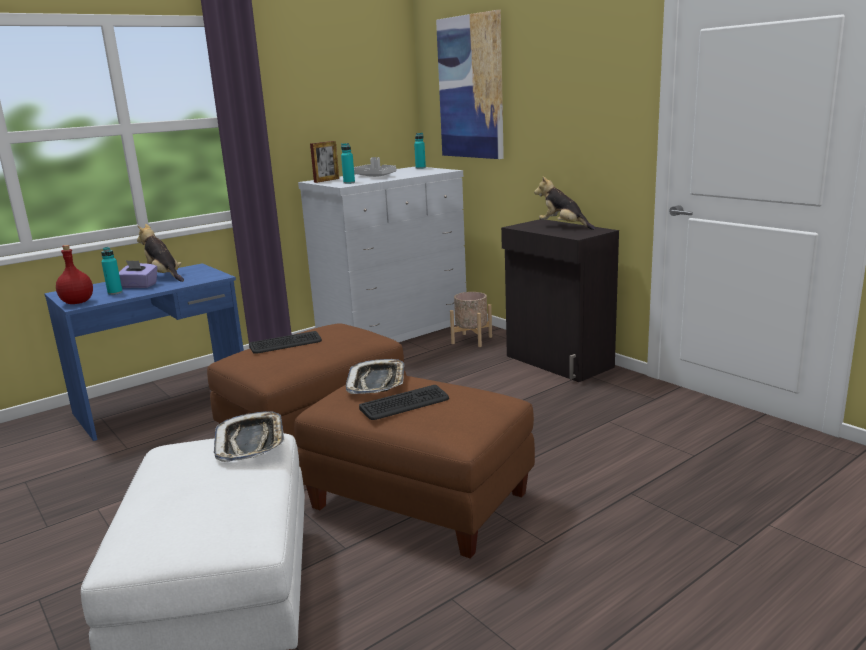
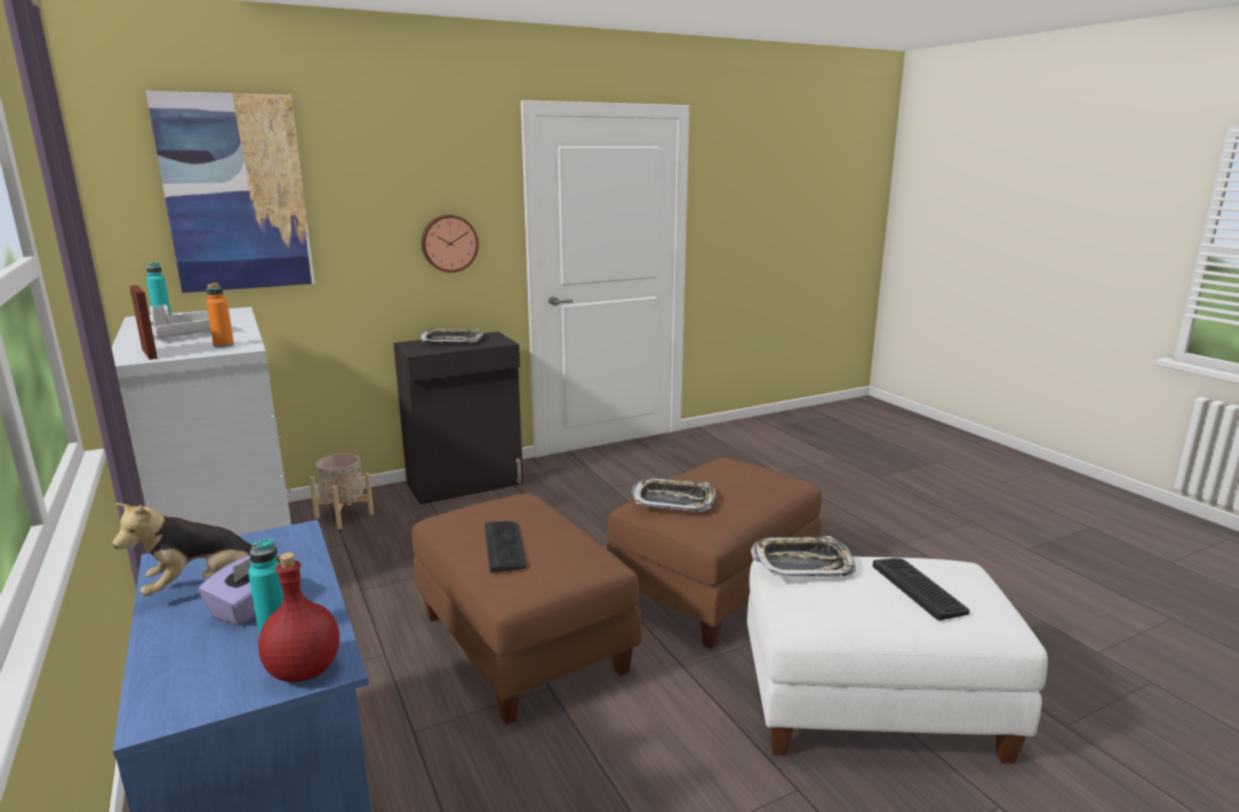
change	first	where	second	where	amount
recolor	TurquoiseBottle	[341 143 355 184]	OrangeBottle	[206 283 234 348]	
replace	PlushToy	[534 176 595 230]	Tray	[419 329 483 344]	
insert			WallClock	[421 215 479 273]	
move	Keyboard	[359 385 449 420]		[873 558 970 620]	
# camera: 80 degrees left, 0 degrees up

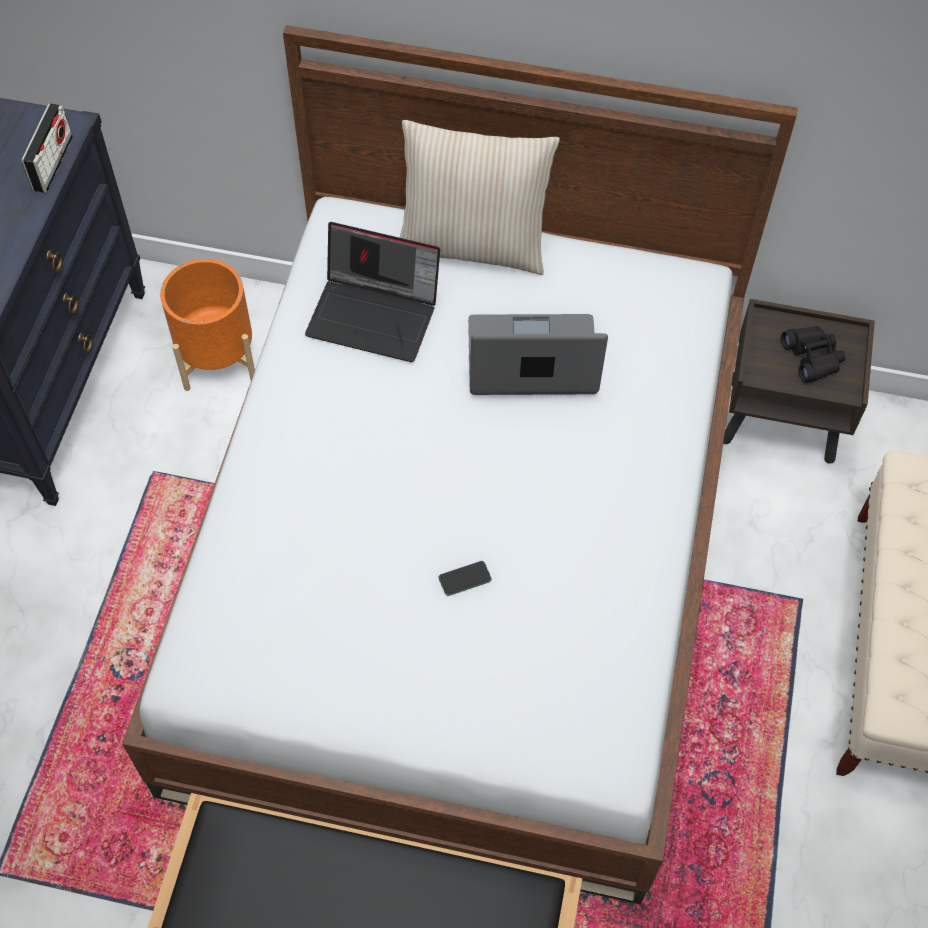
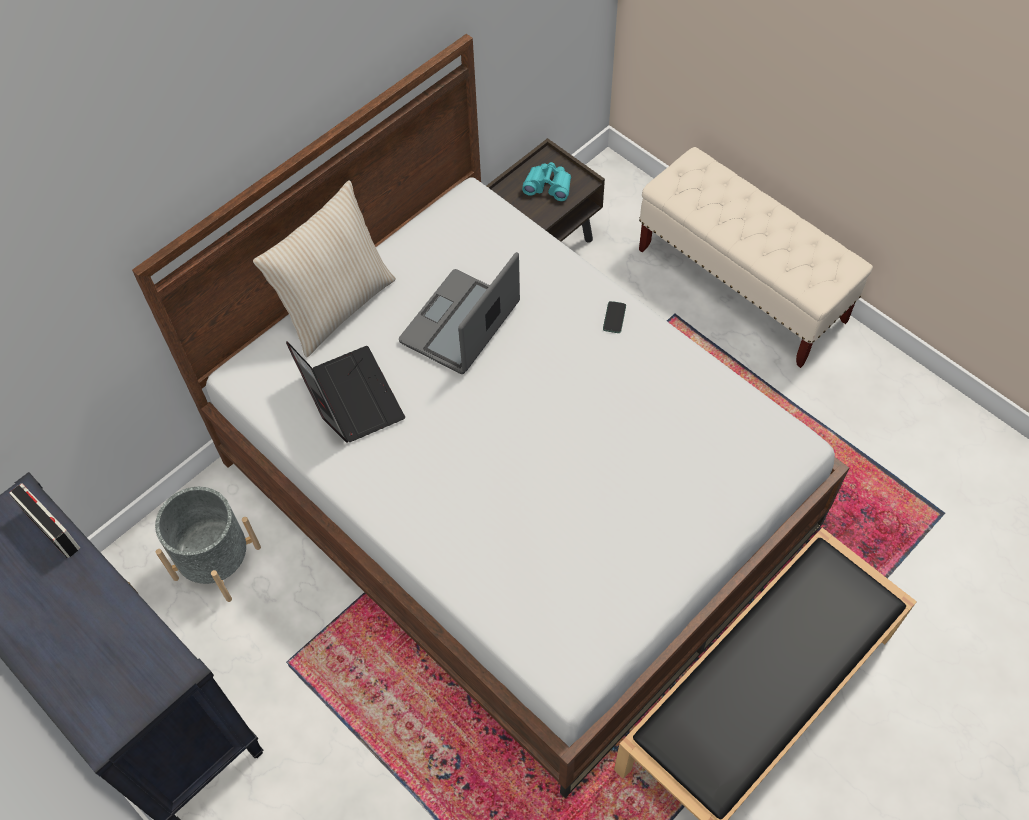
change	first	where	second	where	amount
recolor	OrangePlanter	[160 259 255 391]	GreyPlanter	[155 487 261 602]	
rotate	Laptop	[305 222 440 362]		[286 341 405 443]	75 degrees counterclockwise
recolor	BlackBinoculars	[781 326 845 383]	TurquoiseBinoculars	[522 162 571 201]	
move	Phone	[438 561 492 596]		[603 301 626 333]	
# camera: 55 degrees left, 0 degrees up

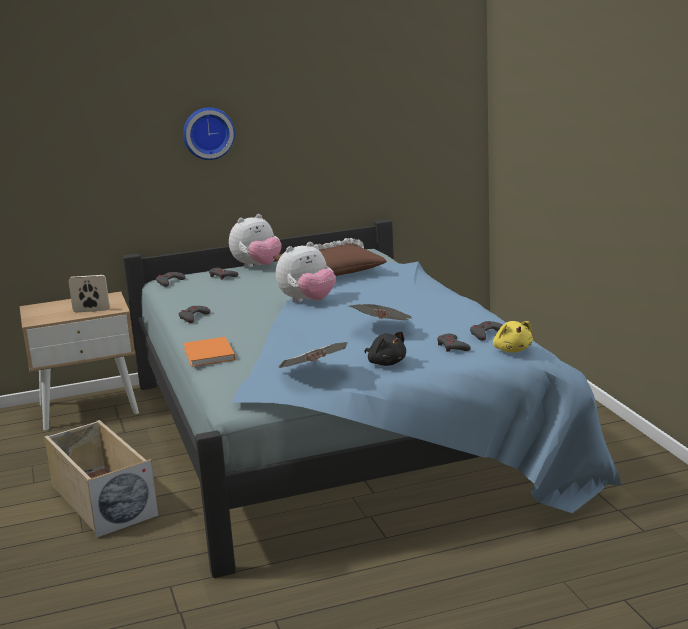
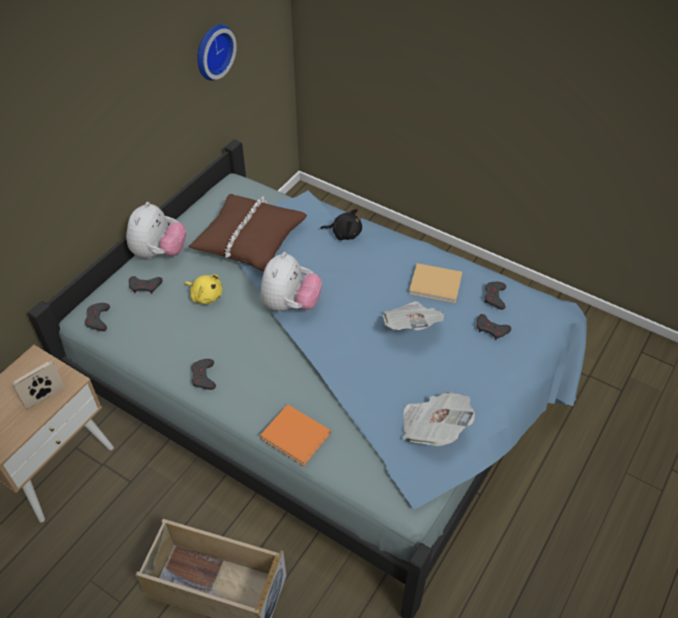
change	first	where	second	where	amount
move	YellowPlushToy	[493 321 533 353]		[185 275 222 304]	
move	WallClock	[183 107 235 160]		[197 24 237 81]	
move	BlackPlushToy	[364 332 406 366]		[320 209 362 240]	
insert			BeigeBook	[409 263 462 303]	
# camera: 40 degrees left, 30 degrees up

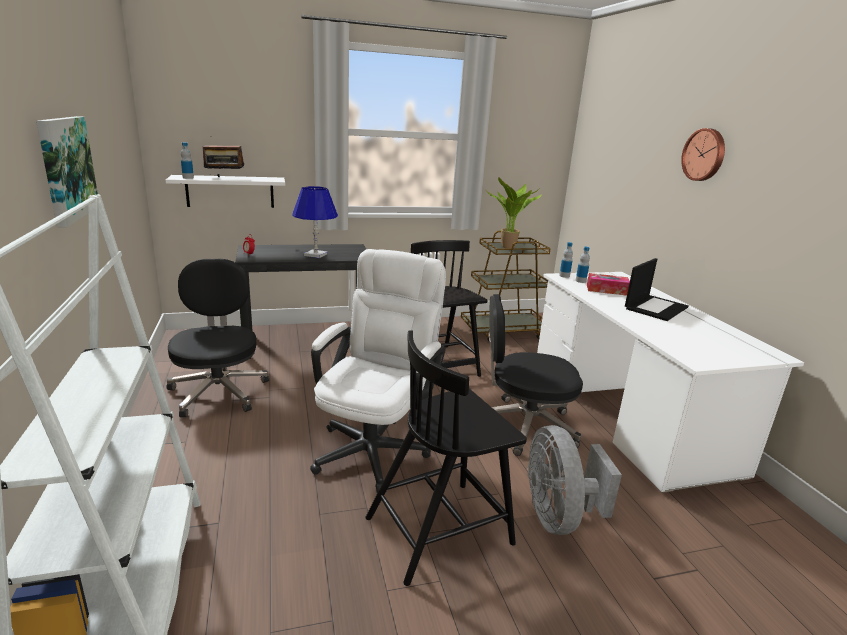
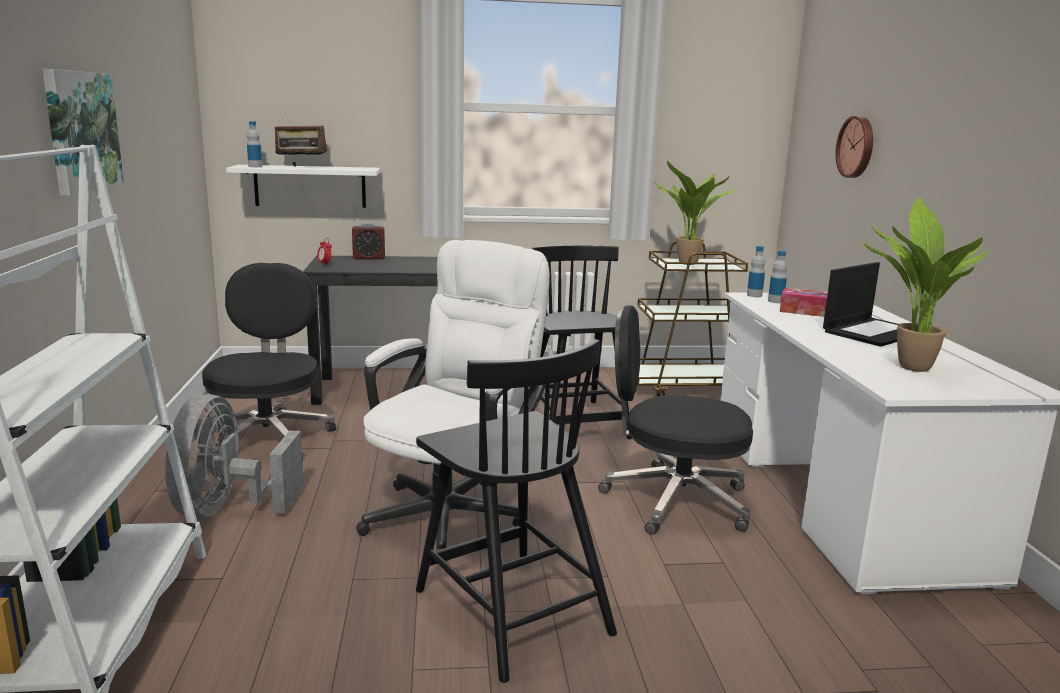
change	first	where	second	where	amount
move	GreyFan	[527 425 622 535]		[165 394 304 519]	
insert			AlarmClock	[352 223 385 259]	
rotate	BlackChair	[365 330 527 586]		[416 339 617 683]	105 degrees counterclockwise
move	WallClock	[681 128 725 181]		[835 116 873 178]	
insert			PottedPlant	[862 197 989 372]	
delete	BlueTableLamp	[292 186 338 258]			
# camera: 10 degrees right, 5 degrees down

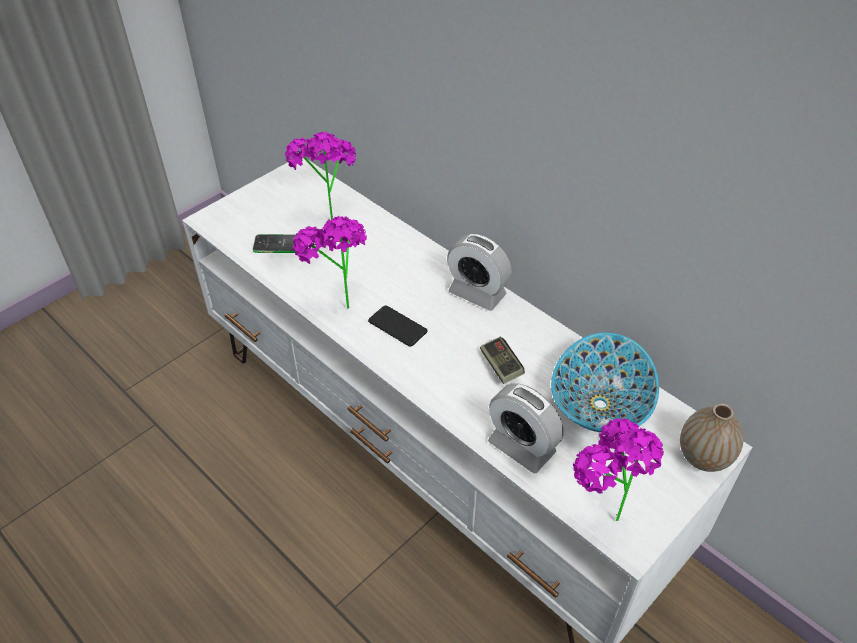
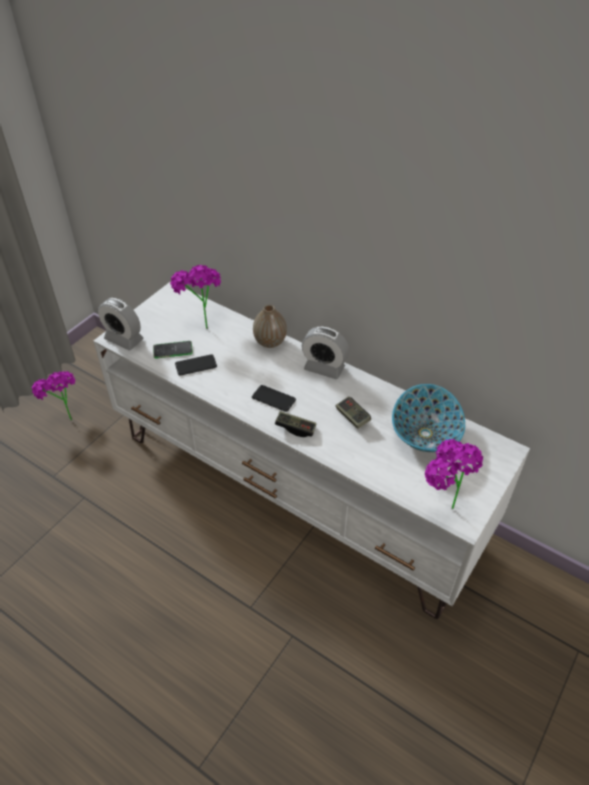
change	first	where	second	where	amount
move	PottedPlant	[293 216 367 308]		[32 371 75 420]	
move	AlarmClock	[488 383 563 473]		[98 298 144 350]	
insert			Phone	[175 354 217 376]	
move	Vase	[680 403 744 472]		[253 304 287 348]	
insert			GameController	[275 411 317 437]	
# camera: 10 degrees left, 0 degrees up

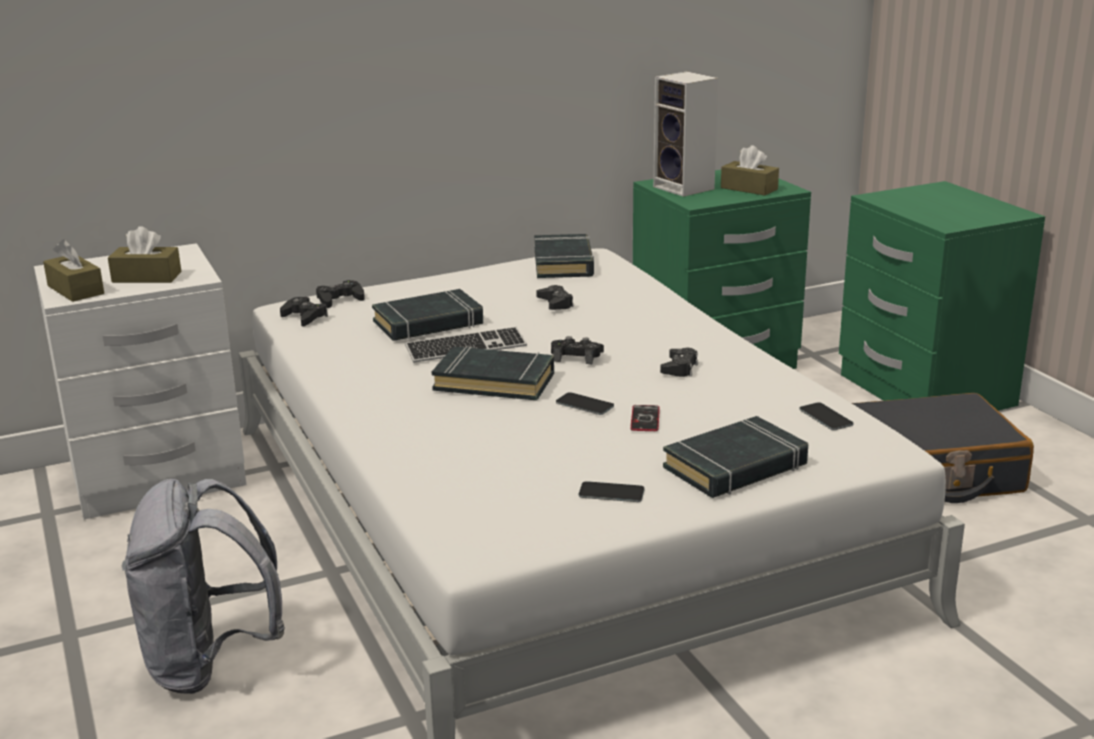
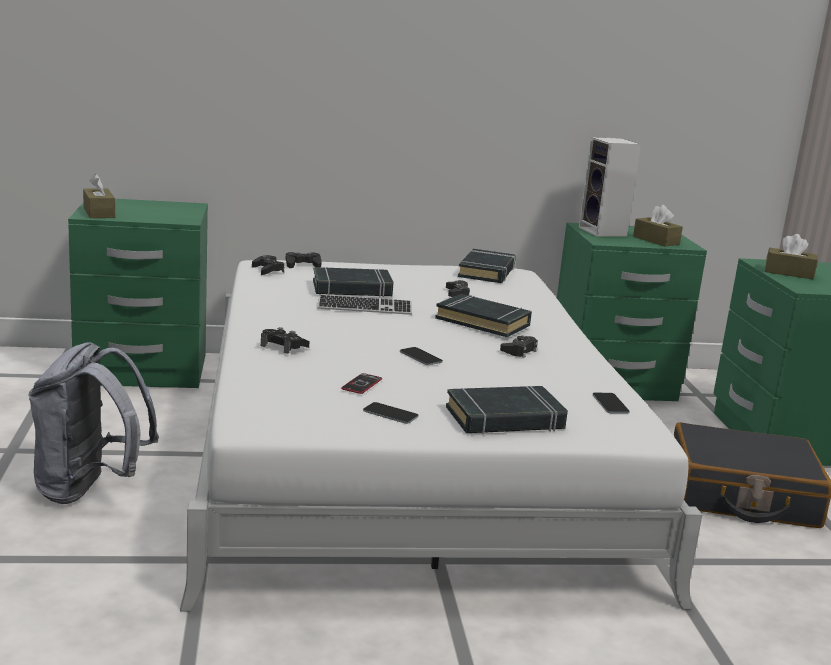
change	first	where	second	where	amount
recolor	WhiteNightstand	[34 243 247 519]	GreenNightstand	[68 199 208 388]	
move	BlackGameController	[551 336 604 364]		[261 327 309 354]	
move	Phone	[631 405 660 431]		[341 373 382 394]	
move	BlackBook	[432 346 554 400]		[435 294 532 337]	
move	BrownTissueBox	[108 226 181 283]		[765 234 818 279]	
# camera: 15 degrees right, 5 degrees down

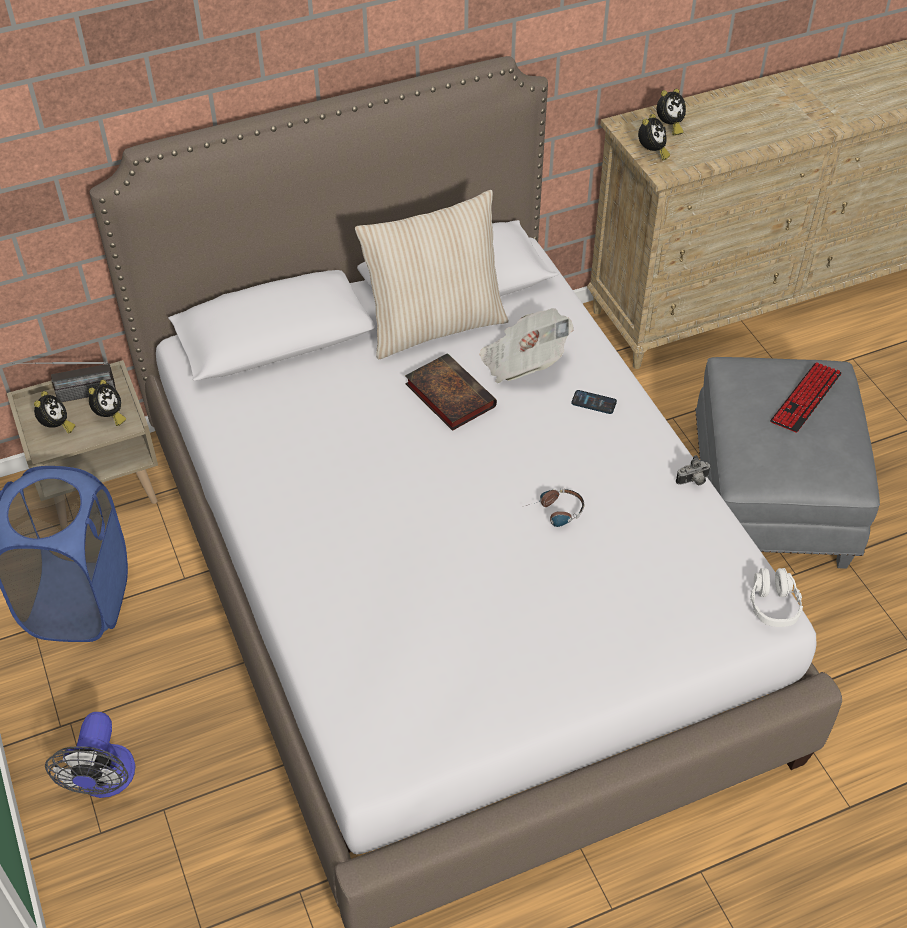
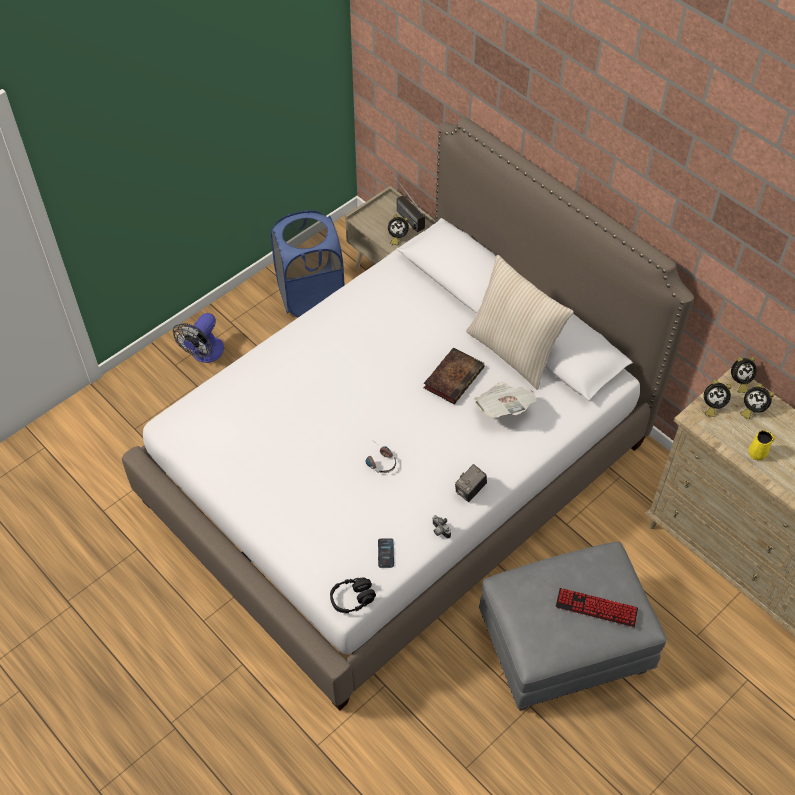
change	first	where	second	where	amount
rotate	Fan	[45 712 135 798]		[173 313 224 363]	45 degrees counterclockwise
recolor	WhiteHeadphones	[750 568 803 627]	BlackHeadphones	[330 577 376 613]	
move	Phone	[571 390 617 414]		[378 538 394 568]	
insert			PhotoCamera	[455 464 487 502]	
move	AlarmClock	[34 391 75 434]		[731 357 757 393]	
insert			YellowMug	[748 430 775 460]	
# camera: 70 degrees right, 5 degrees up

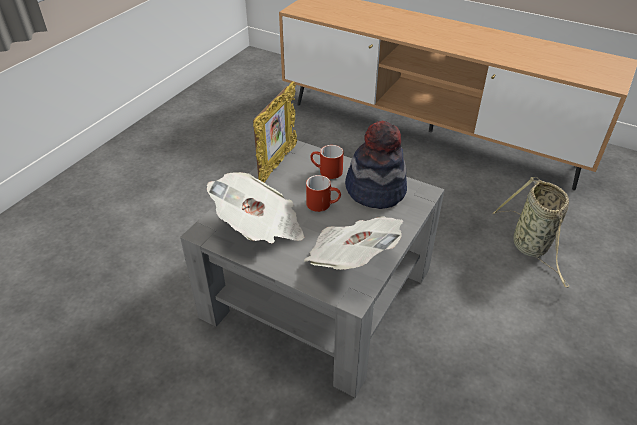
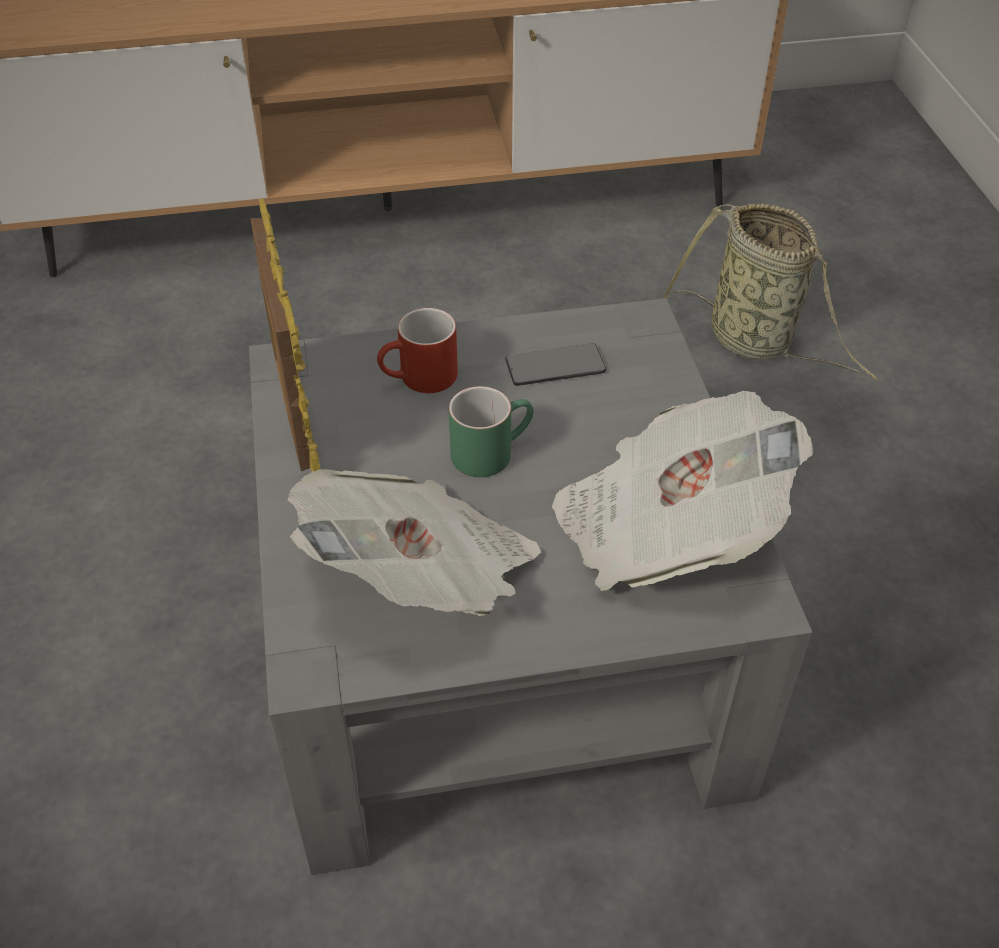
change	first	where	second	where	amount
recolor	RedMug	[306 175 341 212]	GreenMug	[449 386 534 477]	
replace	Hat	[345 121 407 209]	Phone	[505 343 606 386]	
# camera: 40 degrees left, 5 degrees up

